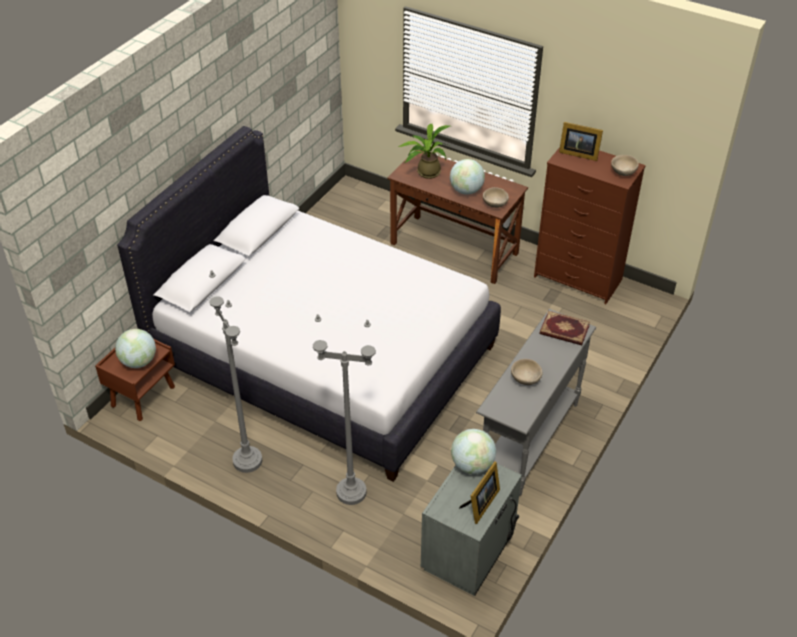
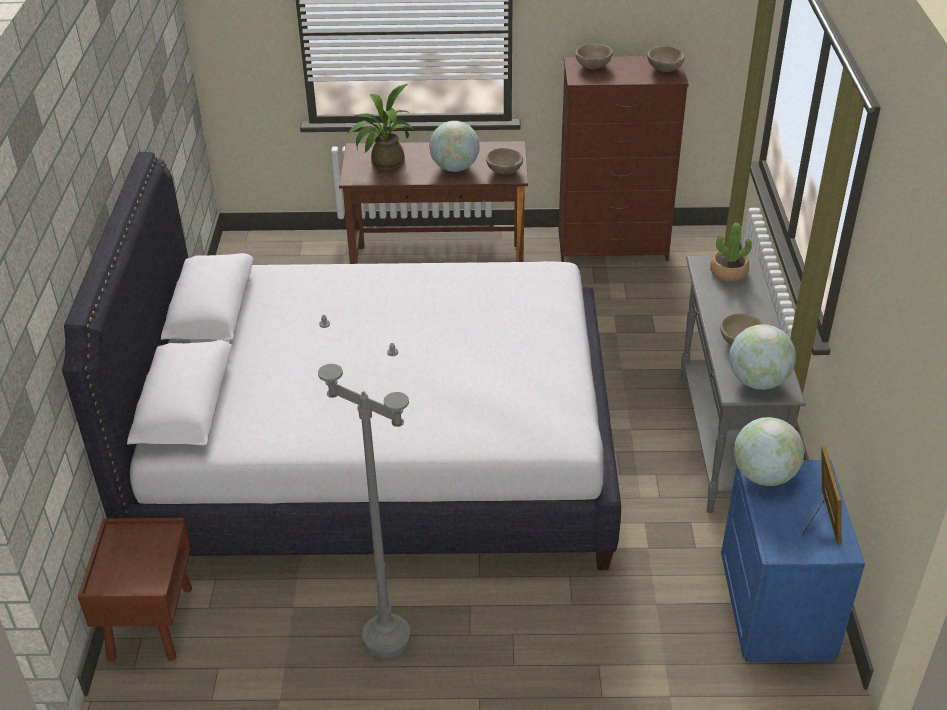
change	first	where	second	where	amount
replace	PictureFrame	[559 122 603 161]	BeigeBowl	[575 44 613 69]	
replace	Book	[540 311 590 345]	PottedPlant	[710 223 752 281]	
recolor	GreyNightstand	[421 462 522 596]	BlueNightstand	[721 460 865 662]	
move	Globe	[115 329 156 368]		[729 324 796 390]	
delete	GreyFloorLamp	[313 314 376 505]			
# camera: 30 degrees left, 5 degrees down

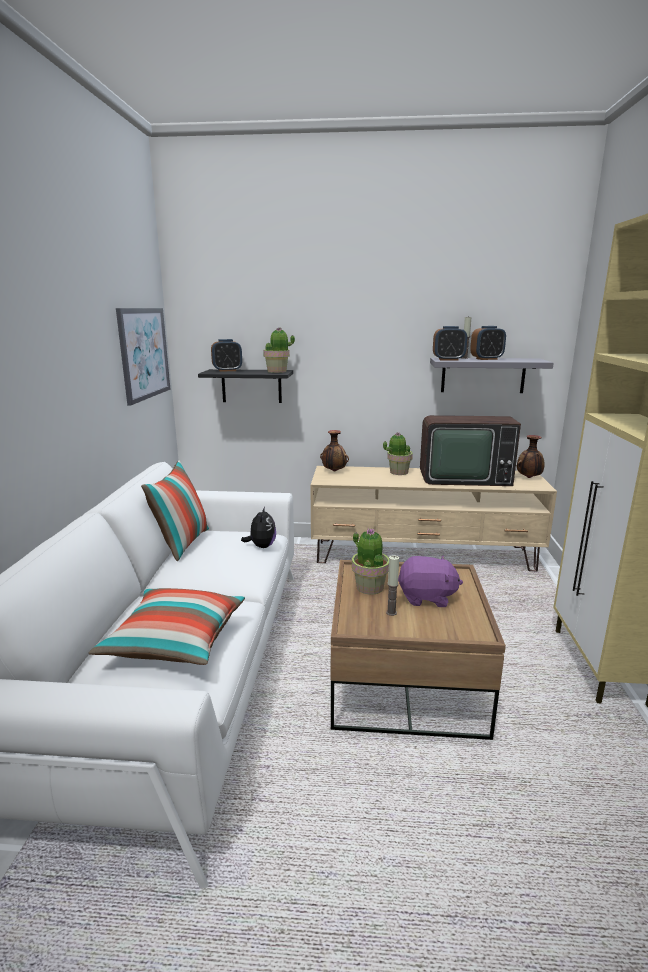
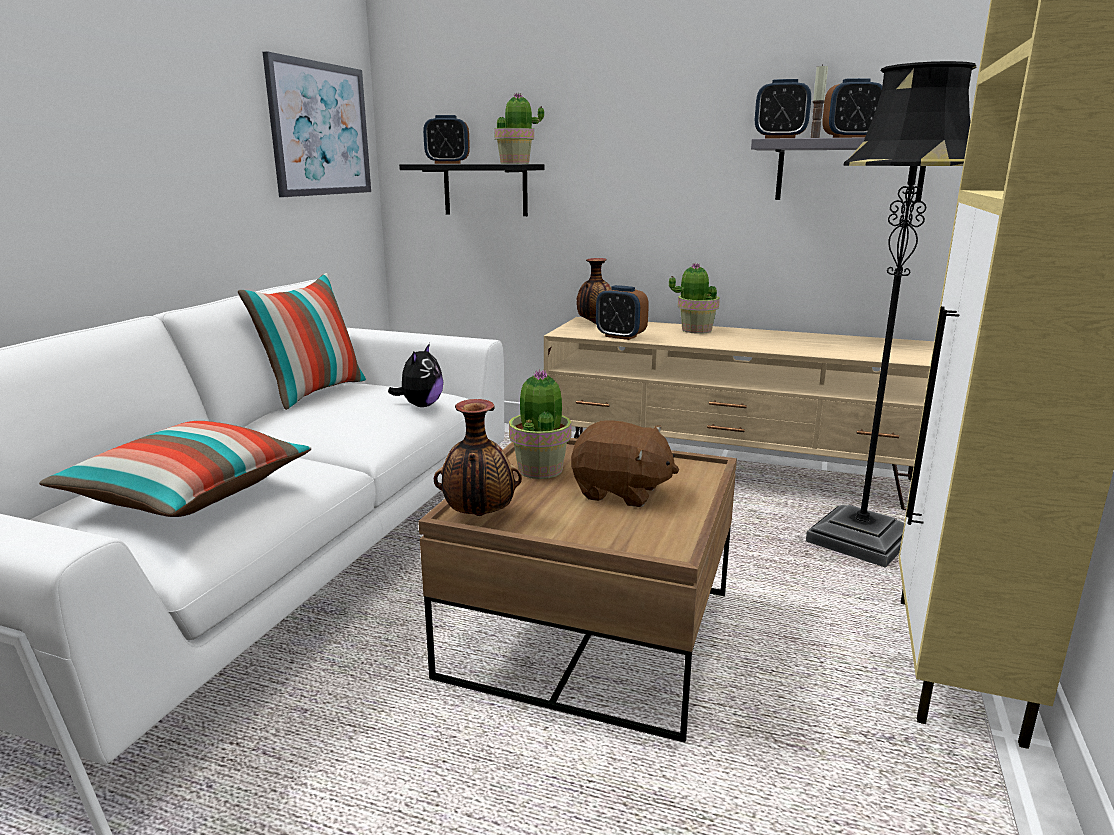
change	first	where	second	where	amount
move	Vase	[517 435 545 478]		[434 399 522 516]	
recolor	PurplePlushToy	[398 555 463 607]	BrownPlushToy	[571 420 679 507]	
insert			AlarmClock	[596 285 649 340]	
insert			BlackFloorLamp	[806 61 977 568]	
delete	Candle	[386 555 399 616]			
delete	Television	[420 415 521 486]			
# camera: 15 degrees right, 0 degrees up

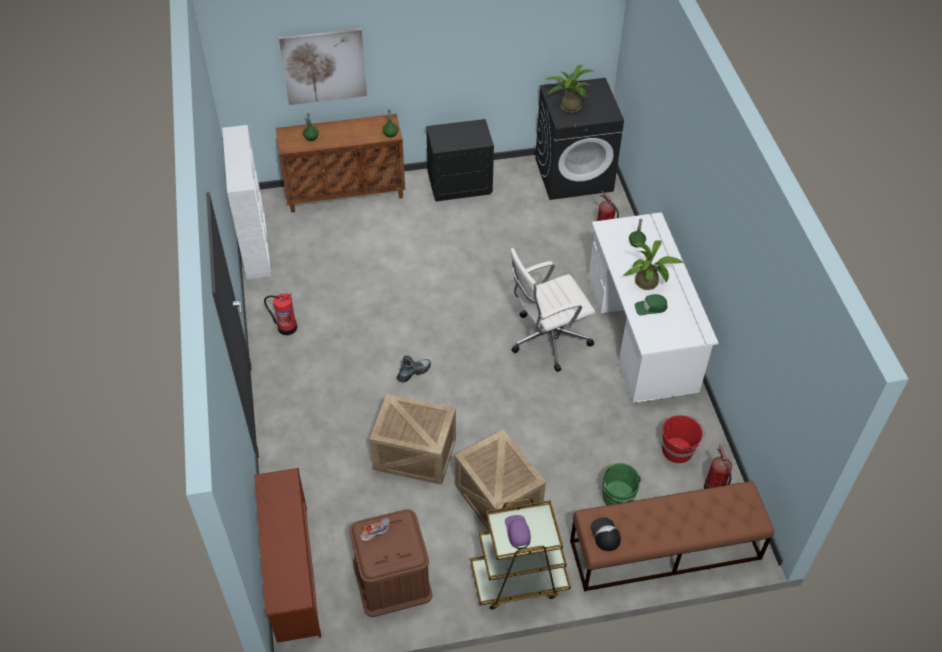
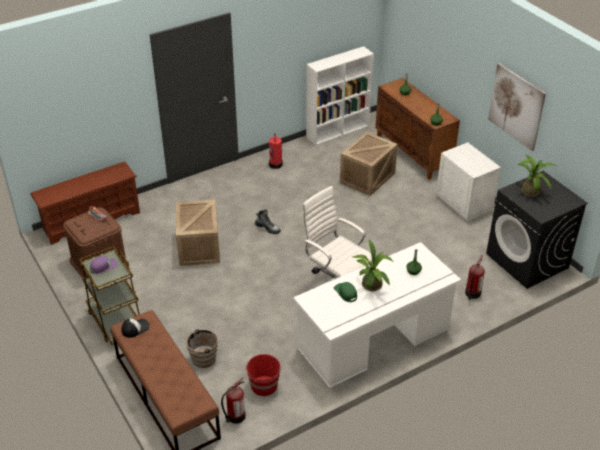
change	first	where	second	where	amount
recolor	GreenBucket	[601 463 643 505]	BrownBucket	[182 329 218 368]	
move	Crate	[455 429 546 530]		[340 132 398 196]	
recolor	BlackNightstand	[426 119 494 201]	WhiteNightstand	[436 142 501 221]	
move	Picture	[279 29 367 105]		[488 63 546 151]	
# camera: 70 degrees right, 10 degrees down

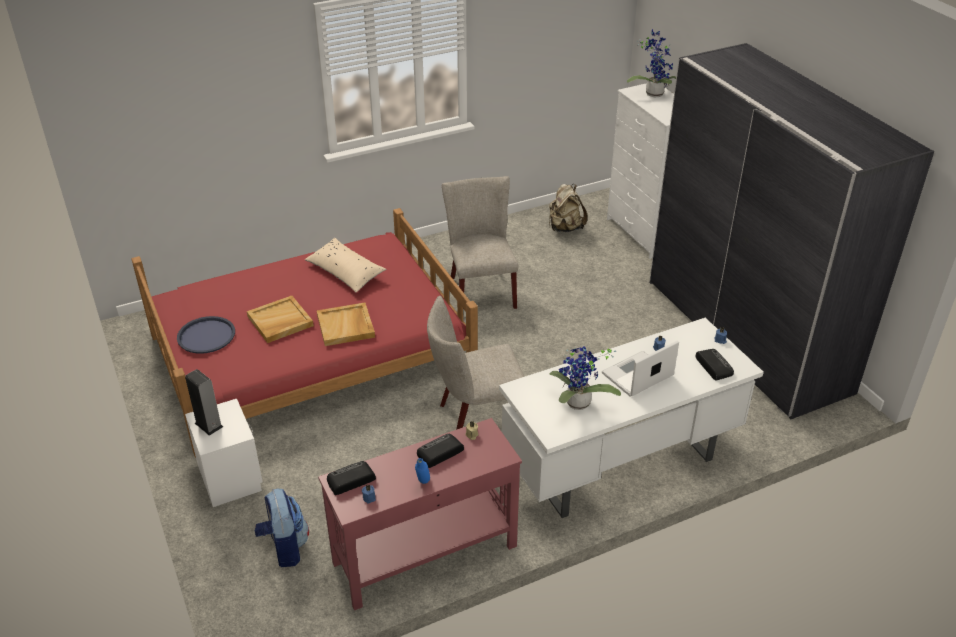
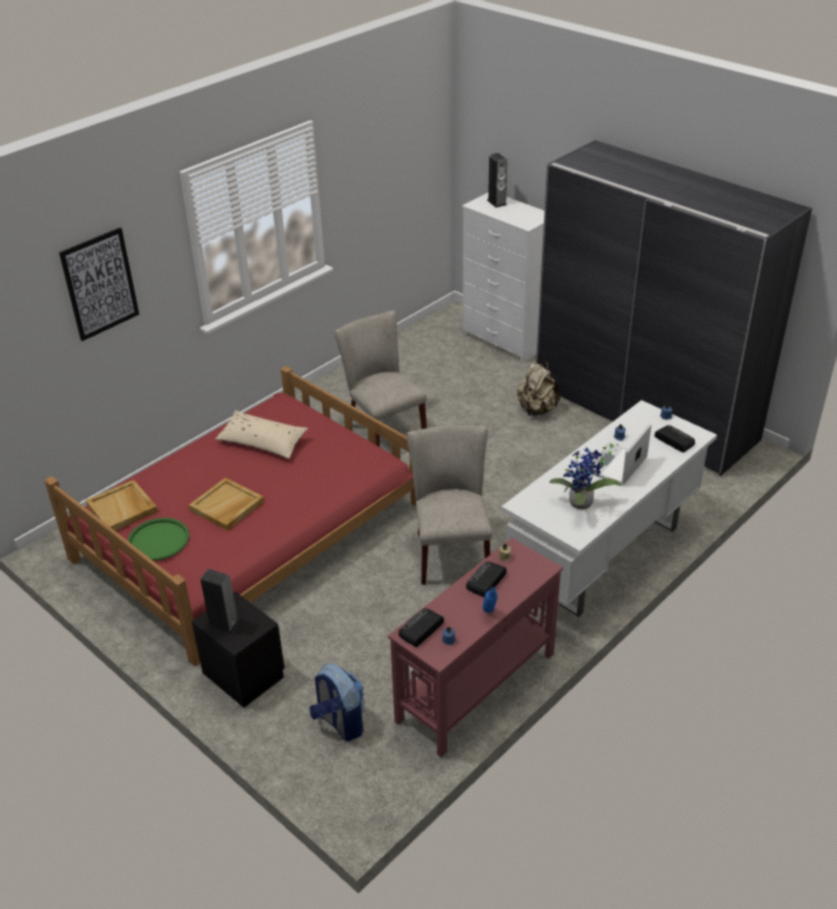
change	first	where	second	where	amount
insert			Picture	[59 228 139 341]	
move	BeigeTray	[317 302 375 346]		[86 480 158 531]	
recolor	BlueTray	[177 316 235 354]	GreenTray	[127 518 189 561]	
recolor	WhiteNightstand	[185 399 263 507]	BlackNightstand	[192 592 284 708]	
rotate	BeigeChair	[427 296 524 430]		[407 425 492 585]	120 degrees clockwise
replace	PottedPlant	[627 29 676 97]	Speaker	[487 153 507 208]	
move	BeigeBackpack	[549 184 588 232]		[517 362 560 416]	
# camera: 20 degrees left, 0 degrees up

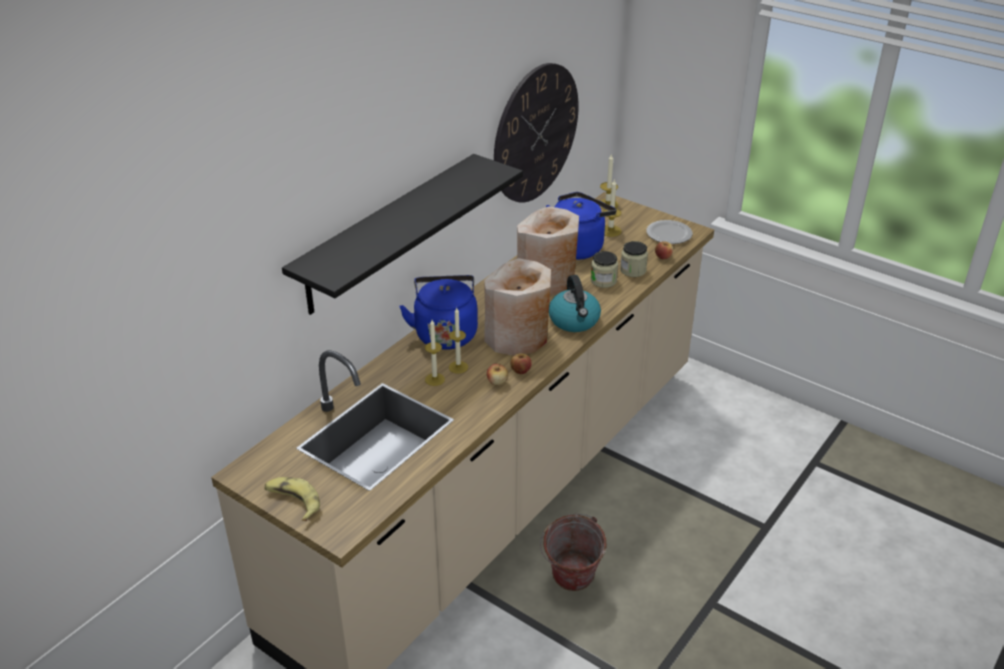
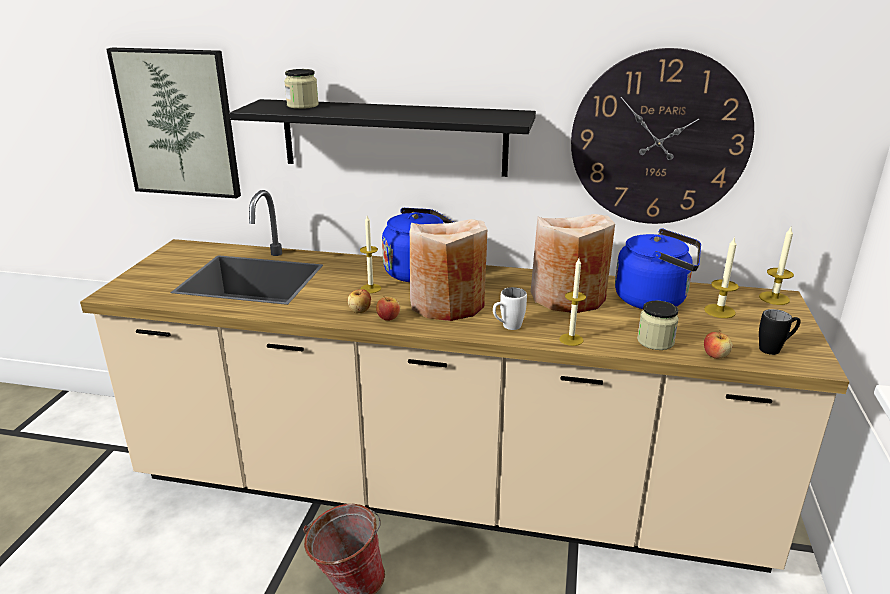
change	first	where	second	where	amount
insert			Picture	[106 48 241 198]	
move	Jar	[591 251 618 288]		[284 69 319 109]	
replace	Kettle	[549 275 601 332]	WhiteMug	[493 287 527 330]	
move	Candle	[425 320 445 386]		[559 258 586 346]	
replace	Plate	[647 220 693 244]	BlackMug	[759 309 801 355]	
delete	Banana	[264 477 320 521]			
# camera: 65 degrees right, 10 degrees down

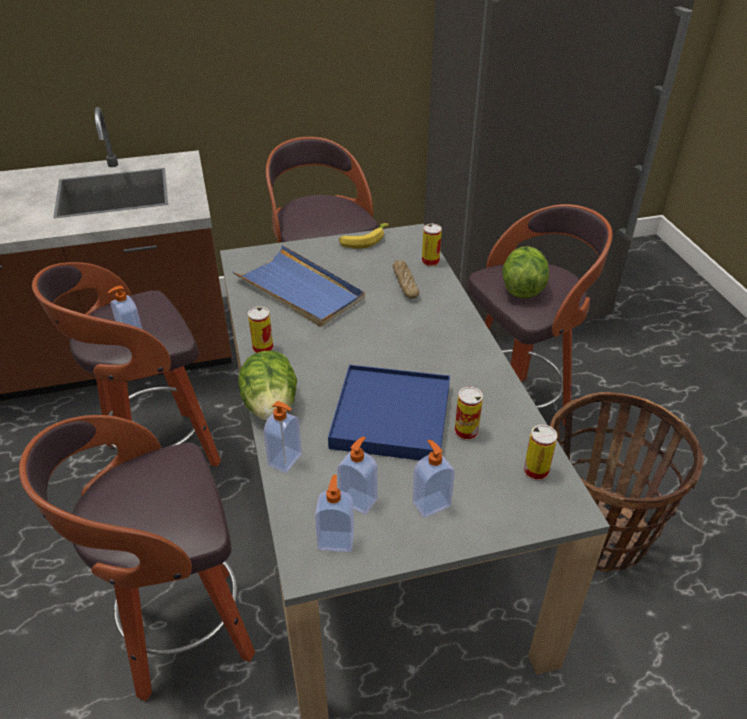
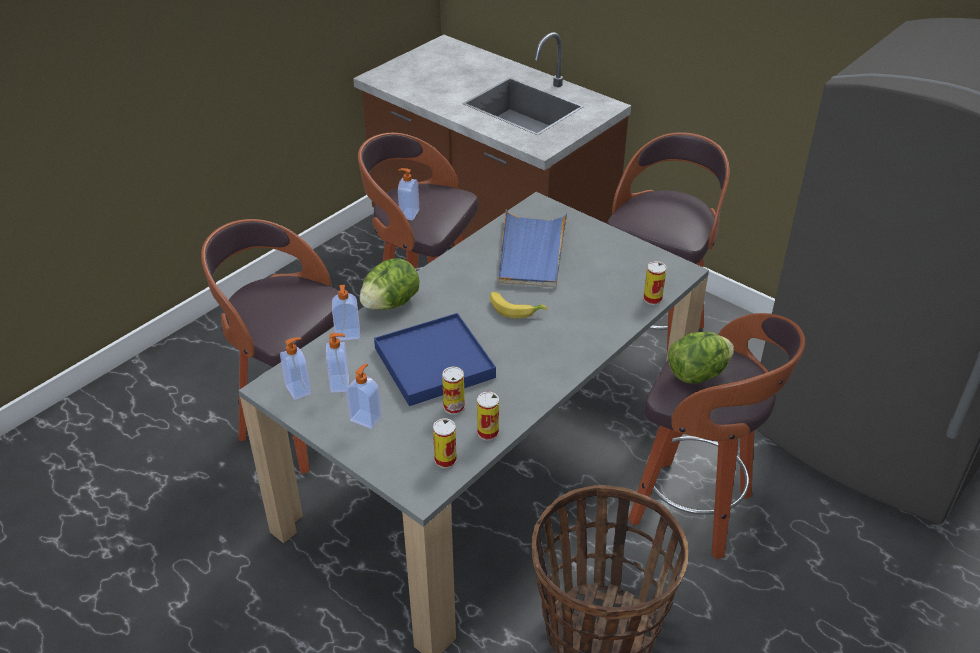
change	first	where	second	where	amount
move	Can	[248 307 274 353]		[477 392 499 441]	
move	Banana	[339 223 389 249]		[489 292 547 318]	
delete	Bread	[393 260 419 299]			
# camera: 55 degrees right, 0 degrees up

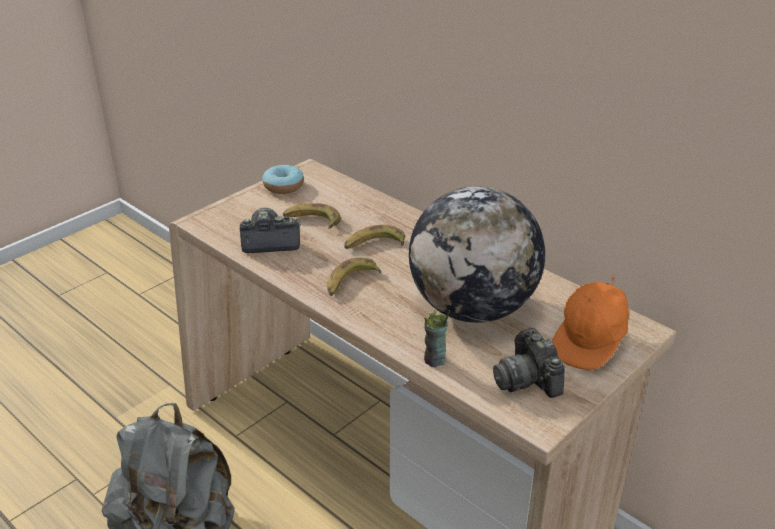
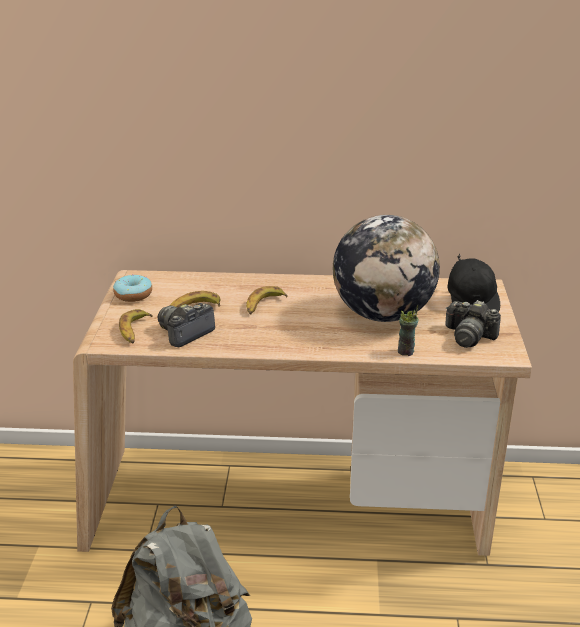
change	first	where	second	where	amount
move	Banana	[327 258 381 296]		[119 309 153 343]	
recolor	OrangeCap	[552 274 629 370]	BlackCap	[447 254 500 312]	
# camera: 40 degrees left, 5 degrees down

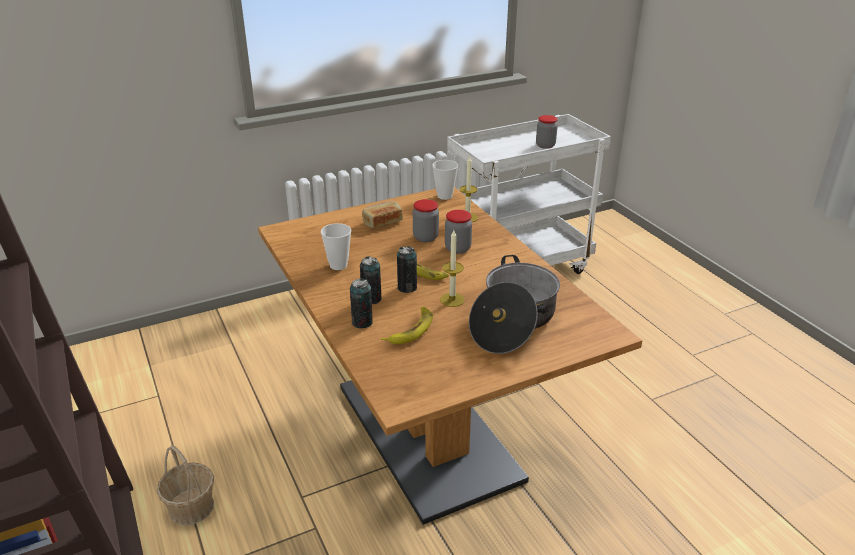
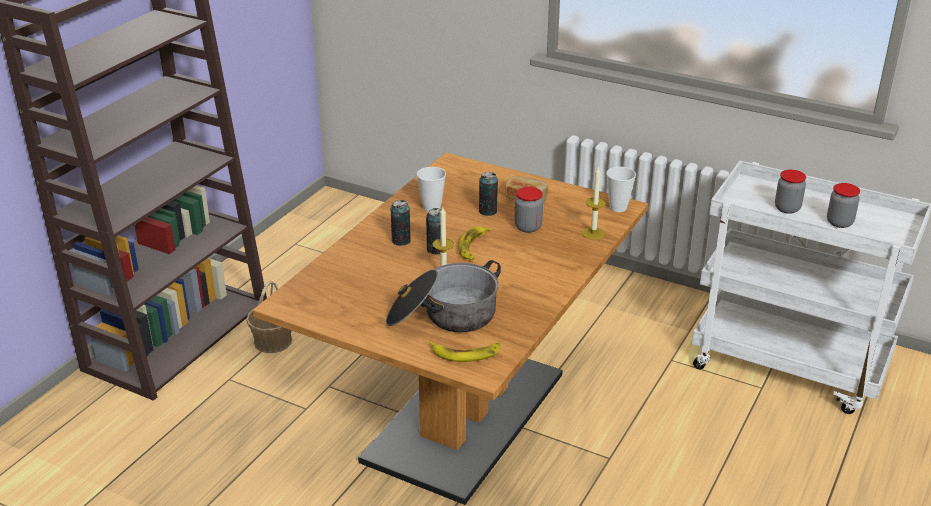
change	first	where	second	where	amount
move	Banana	[381 307 433 344]		[429 341 501 362]	
move	Can	[350 278 373 329]		[479 172 498 216]	
move	Jar	[445 210 472 254]		[775 170 806 214]	
# camera: 55 degrees right, 0 degrees up

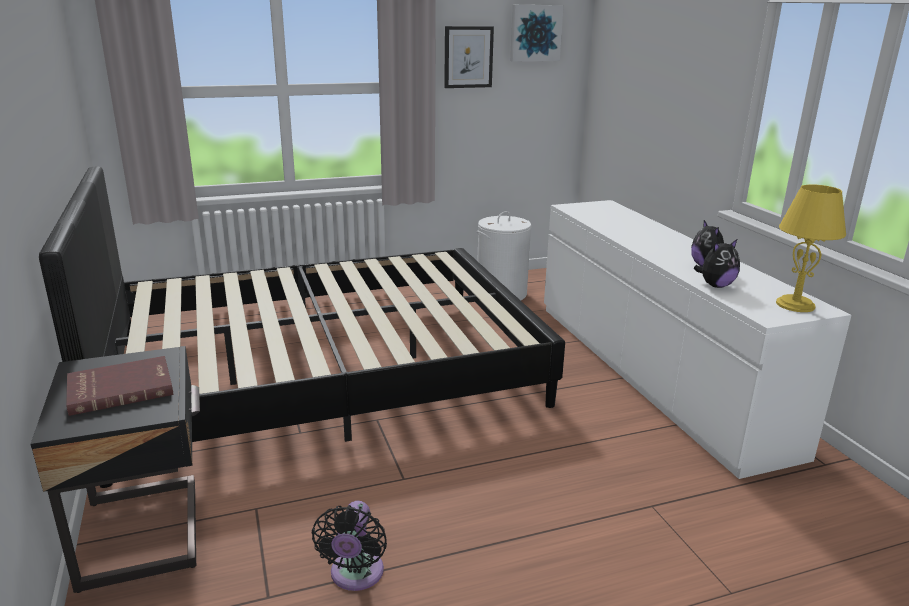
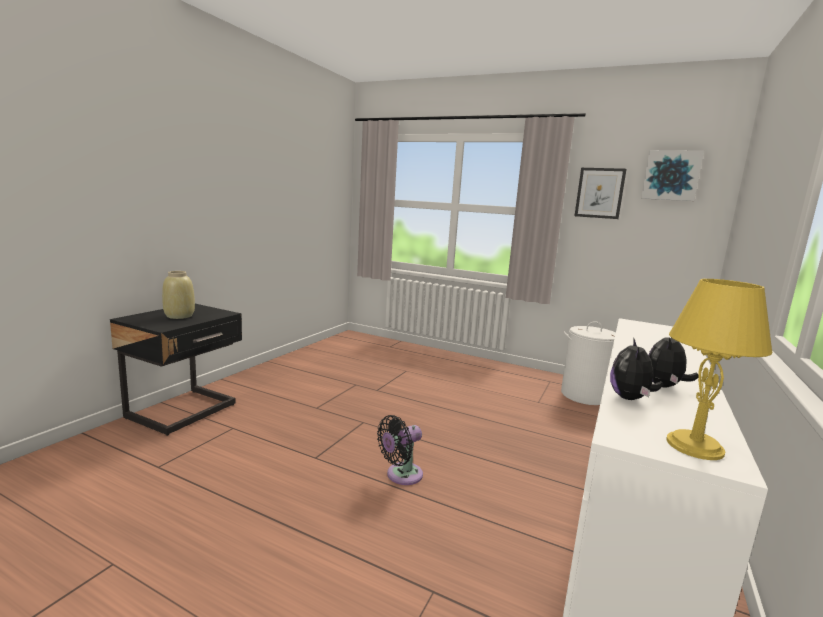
change	first	where	second	where	amount
replace	RedBook	[66 356 174 416]	BeigeVase	[162 271 195 319]	
move	BlackFan	[311 501 387 591]		[377 415 423 485]	
rotate	PlushToy	[694 239 740 288]		[610 339 663 400]	90 degrees clockwise
delete	BlackBed	[39 166 565 488]			
# camera: 45 degrees right, 10 degrees down

